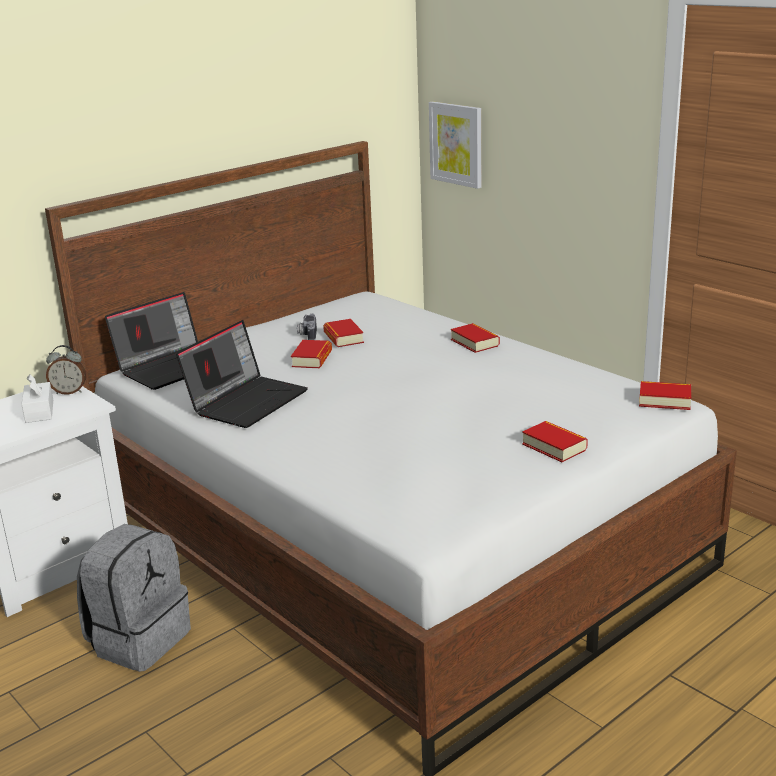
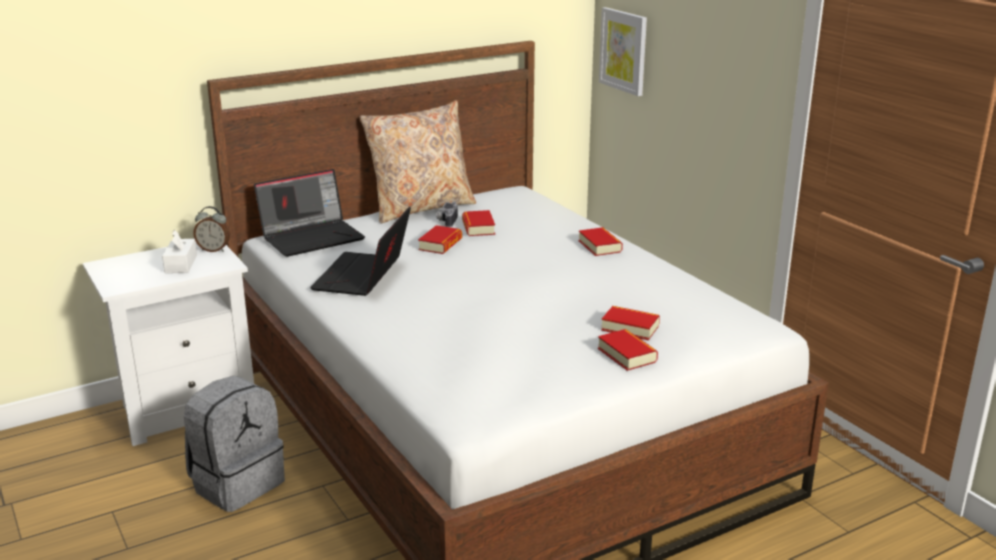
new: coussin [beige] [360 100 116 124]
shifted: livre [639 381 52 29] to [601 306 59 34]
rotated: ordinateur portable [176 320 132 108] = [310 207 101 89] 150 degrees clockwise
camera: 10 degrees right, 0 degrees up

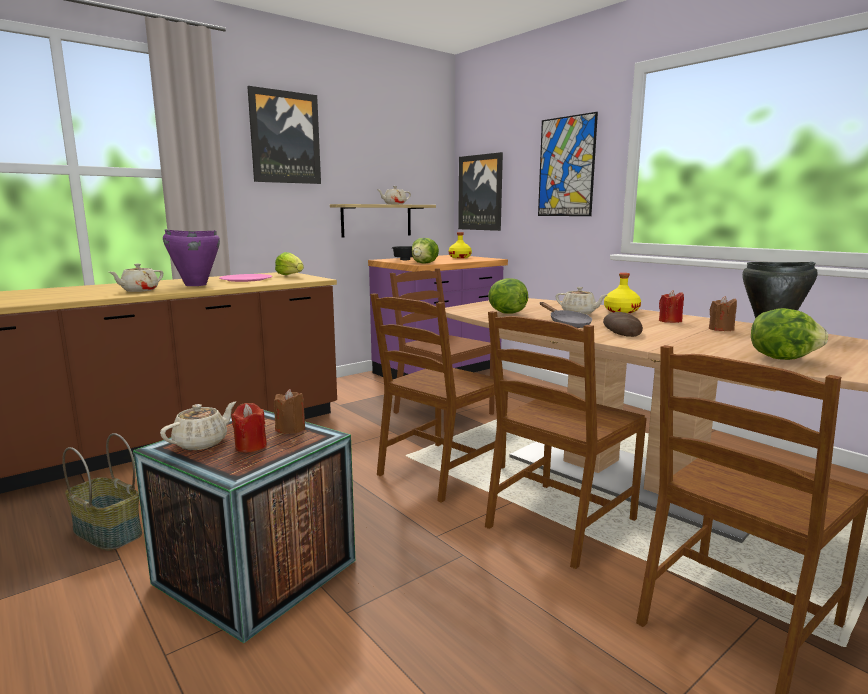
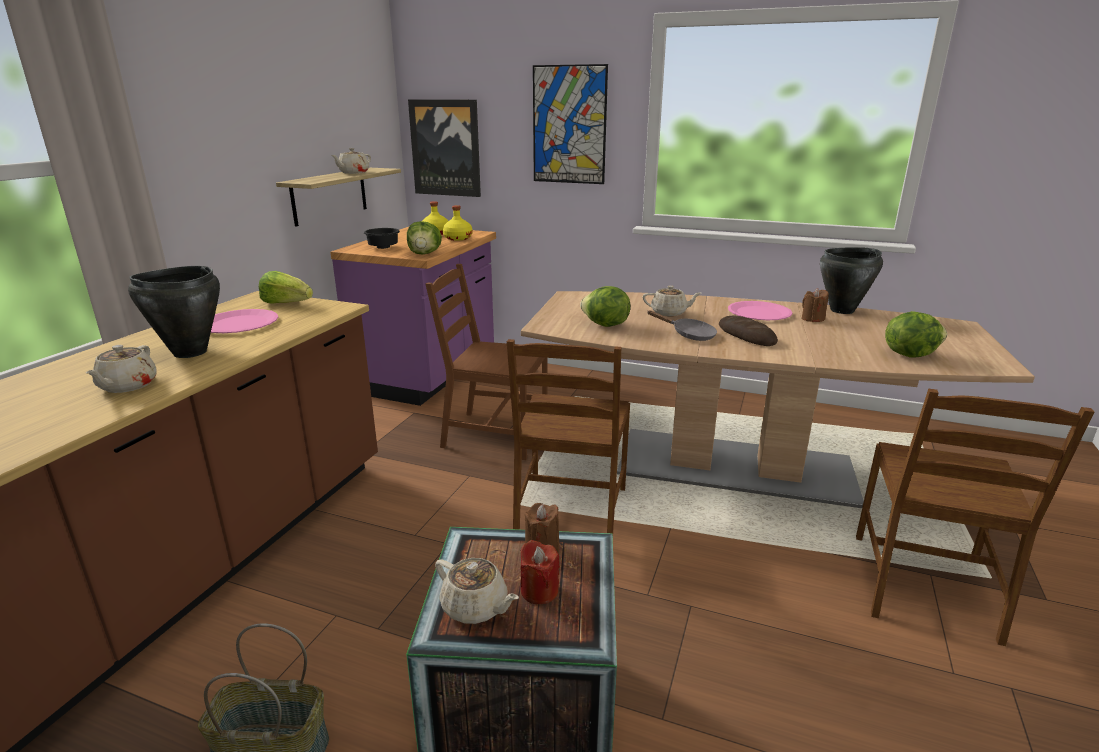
gone: tableau [247 86 74 98]; chaise [marron] [485 311 162 258]
shifted: bouteille [jaune] [604 273 37 40] to [443 205 30 36]
swapped: bougie [rouge] [659 290 25 33] to assiette [rose] [728 301 64 19]
repainted: marmite [violet] [163 229 57 57] to marmite [noir] [128 266 92 92]
rotated: théière [beige] [160 402 76 48] = [435 558 84 66] 120 degrees clockwise
camera: 30 degrees left, 10 degrees up

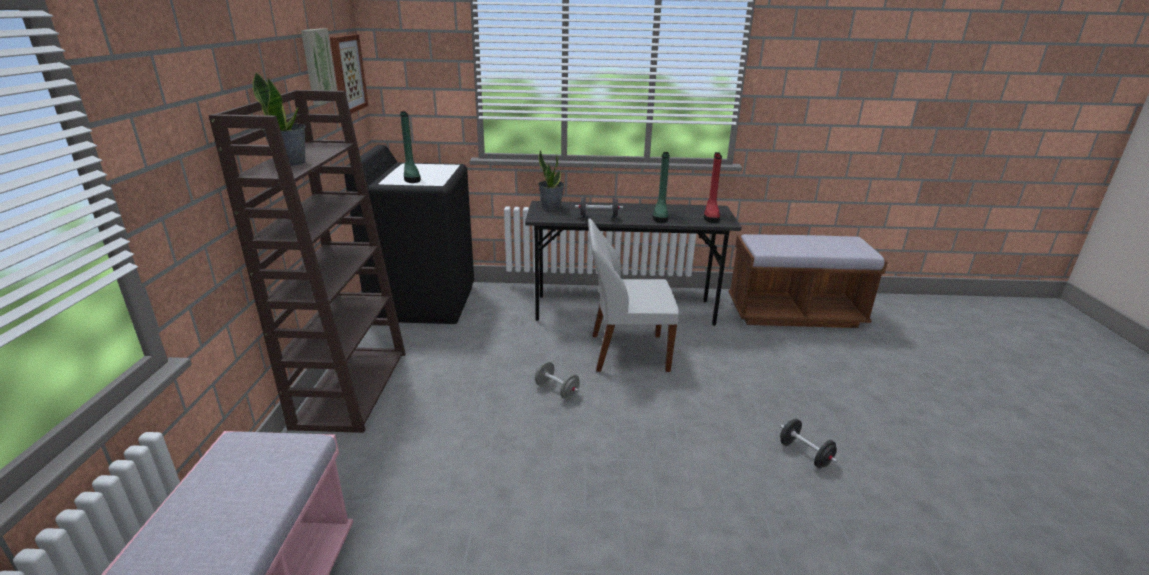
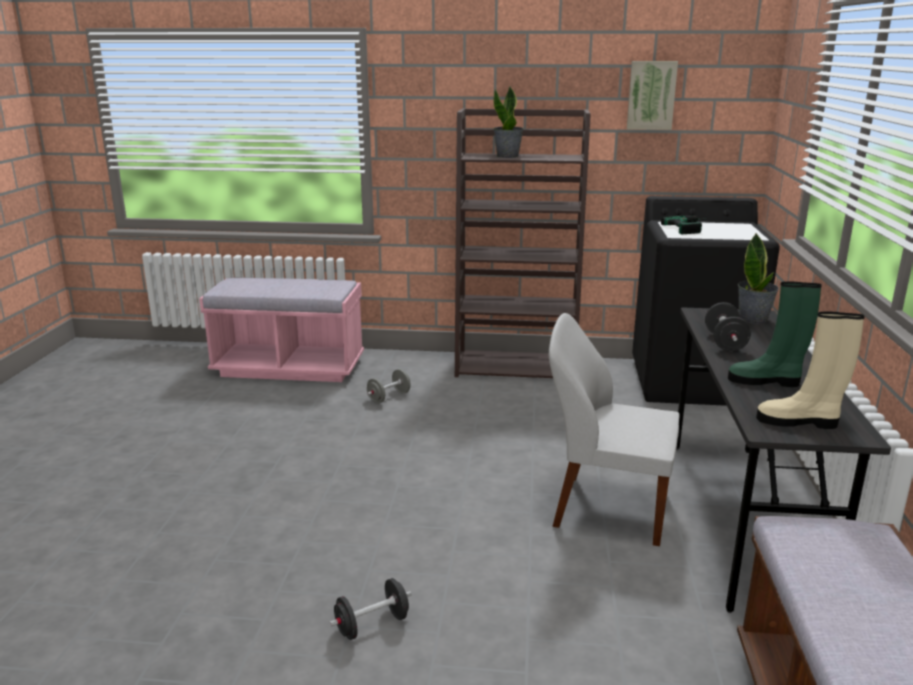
gone: tableau [330 34 38 80]
shifted: haltère [gris] [535 361 45 39] to [367 369 43 34]
swapped: botte [vert] [400 111 21 72] to perceuse [661 215 45 19]
repainted: botte [rouge] [704 152 18 71] to botte [beige] [756 312 109 117]
rotated: chaise [blanc] [588 218 91 154] = [549 313 131 233] 75 degrees counterclockwise
camera: 95 degrees right, 5 degrees down

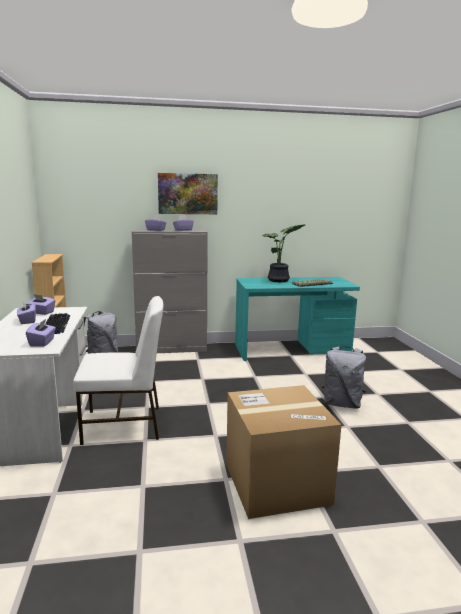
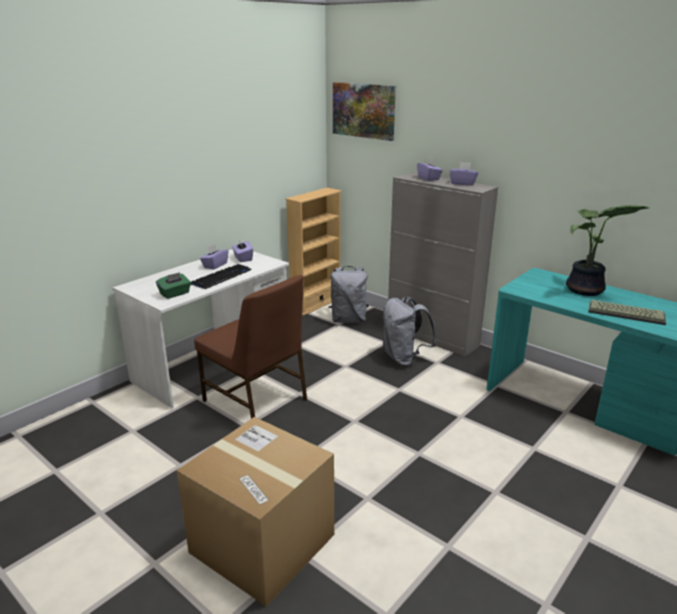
shifted: tableau [158 173 60 41] to [333 82 63 59]; sac à dos [gris] [322 346 44 63] to [383 297 54 69]
repainted: boîte à mouchoirs [violet] [26 318 30 28] to boîte à mouchoirs [vert] [156 272 35 27]; chaise [blanc] [73 296 90 149] to chaise [marron] [194 275 113 144]
camera: 50 degrees right, 10 degrees up

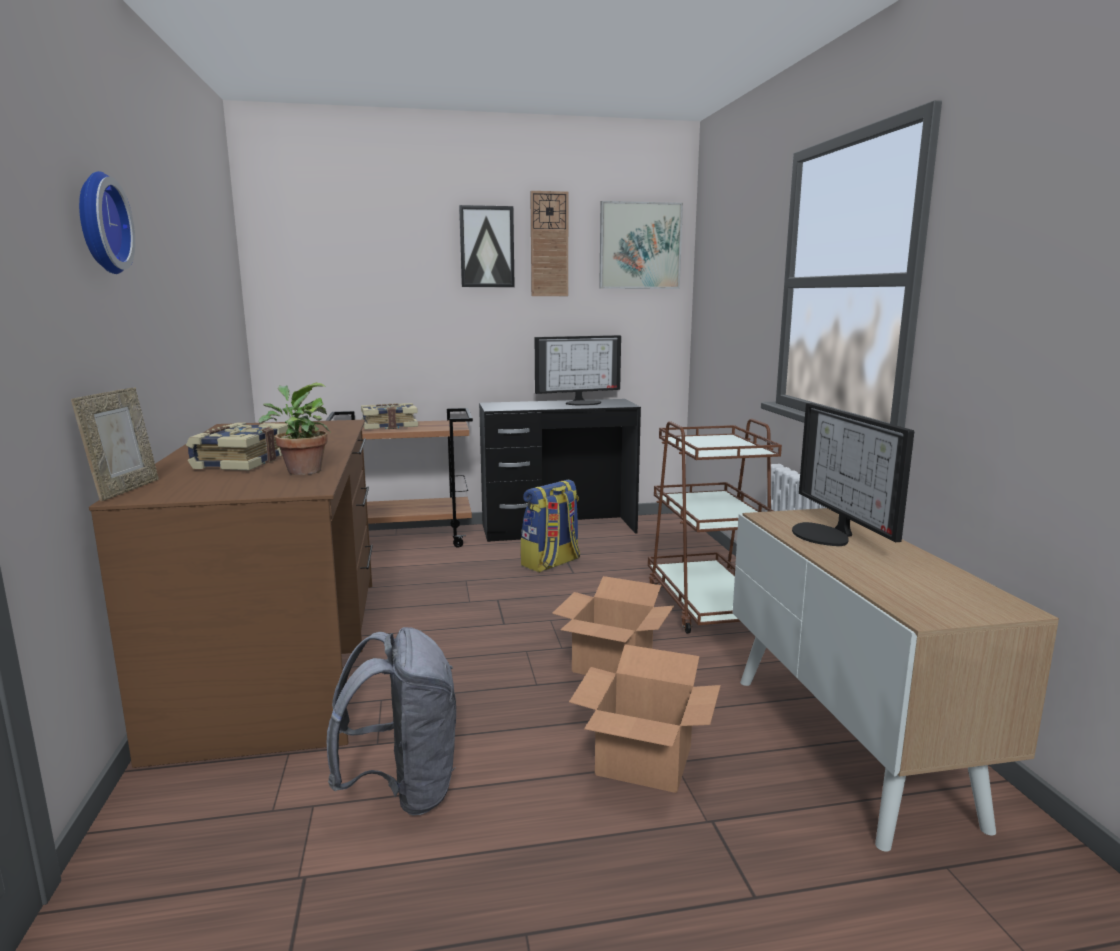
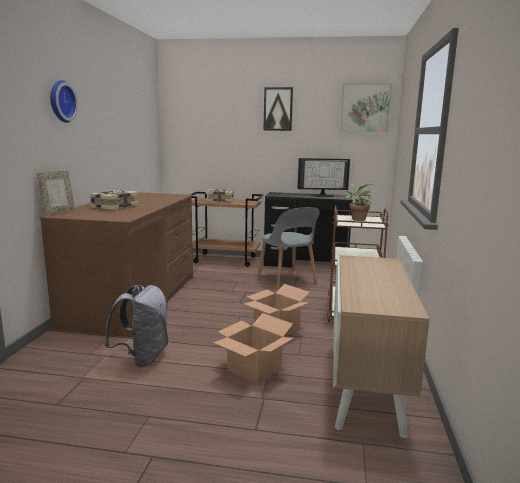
gone: horloge murale [530 191 38 105]; écran d'ordinateur [792 403 122 143]
shifted: plante en pot [259 382 72 93] to [346 183 27 38]
swapped: sac à dos [521 480 59 92] to chaise [gris] [258 207 61 82]
camera: 20 degrees right, 0 degrees up

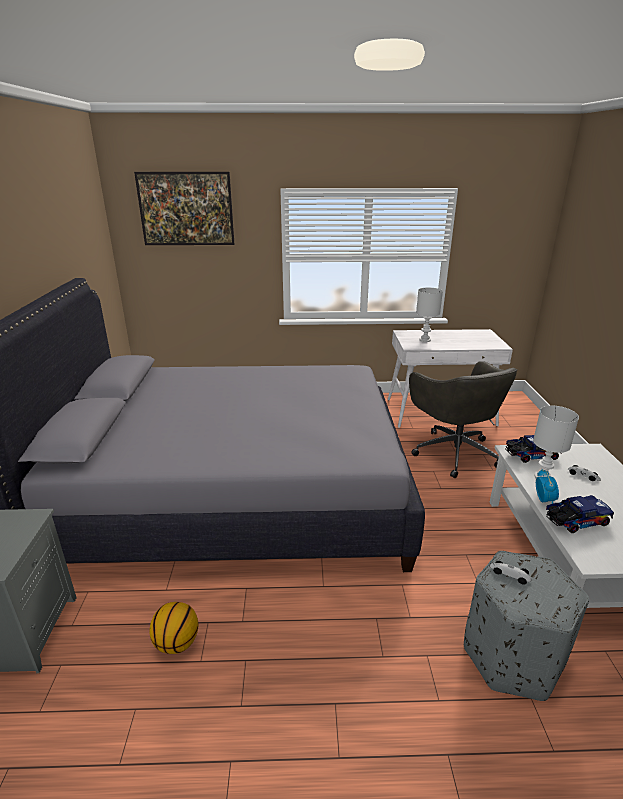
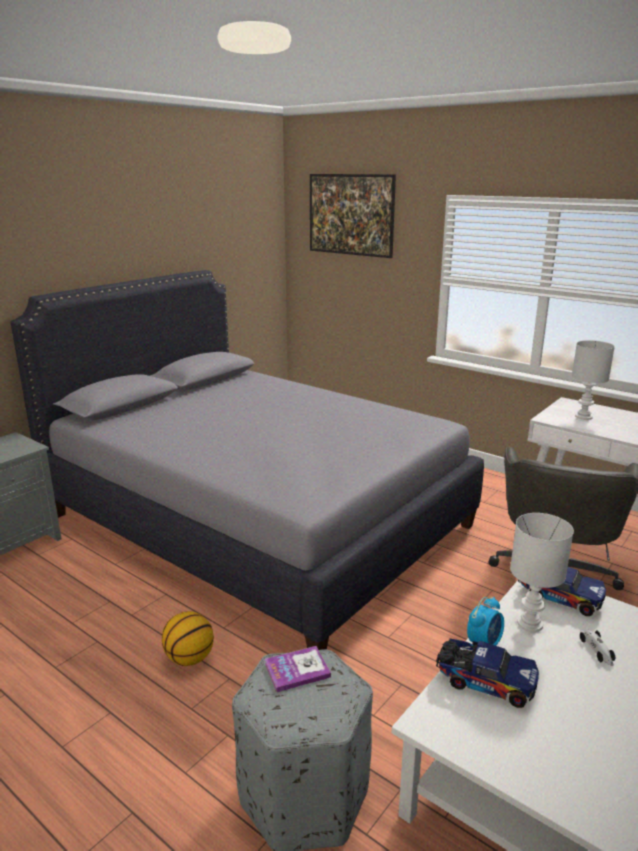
shifted: ballon de basket [149 602 49 52] to [162 611 52 55]
swapped: petite voiture [489 561 43 24] to livre [265 646 66 46]
camera: 40 degrees right, 5 degrees down

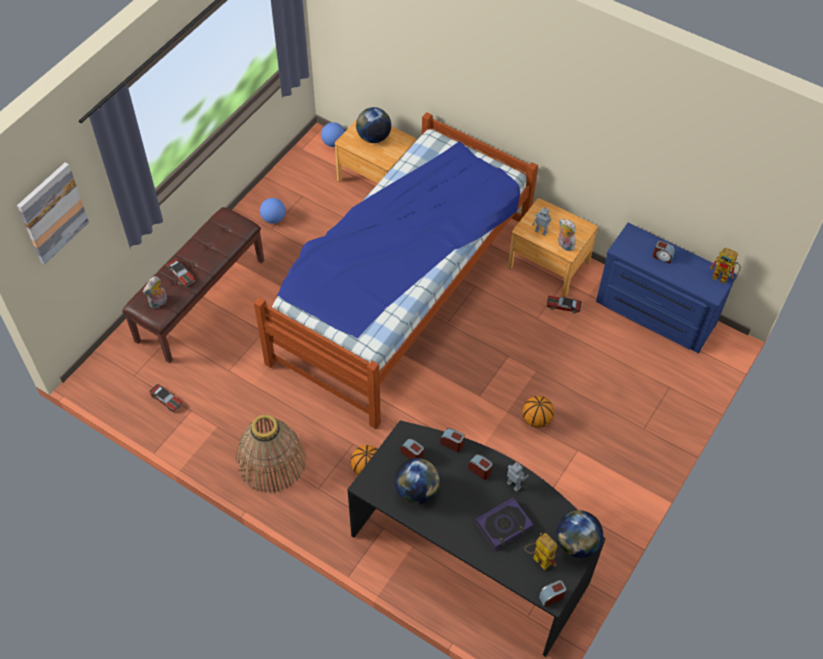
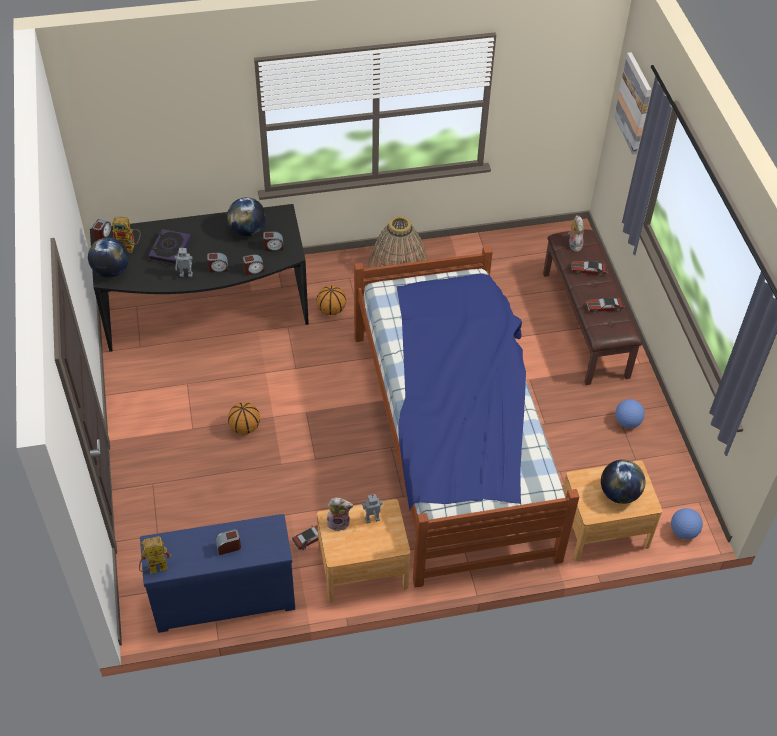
shifted: petite voiture [149 384 34 28] to [587 297 37 16]
camera: 135 degrees right, 5 degrees down

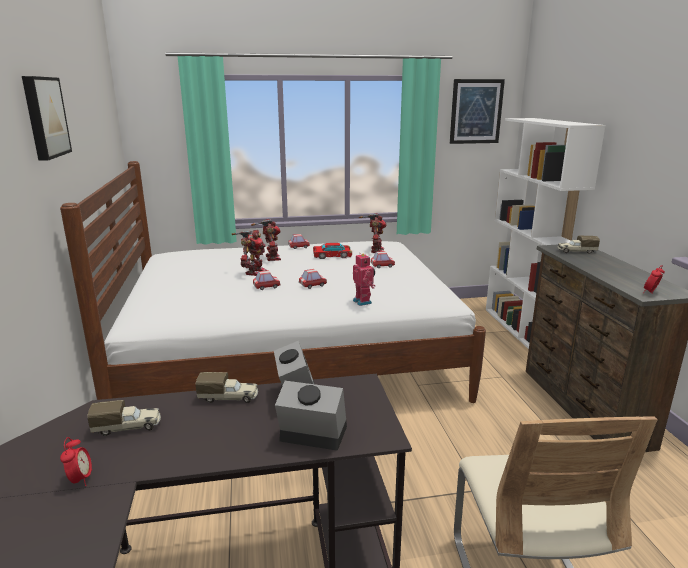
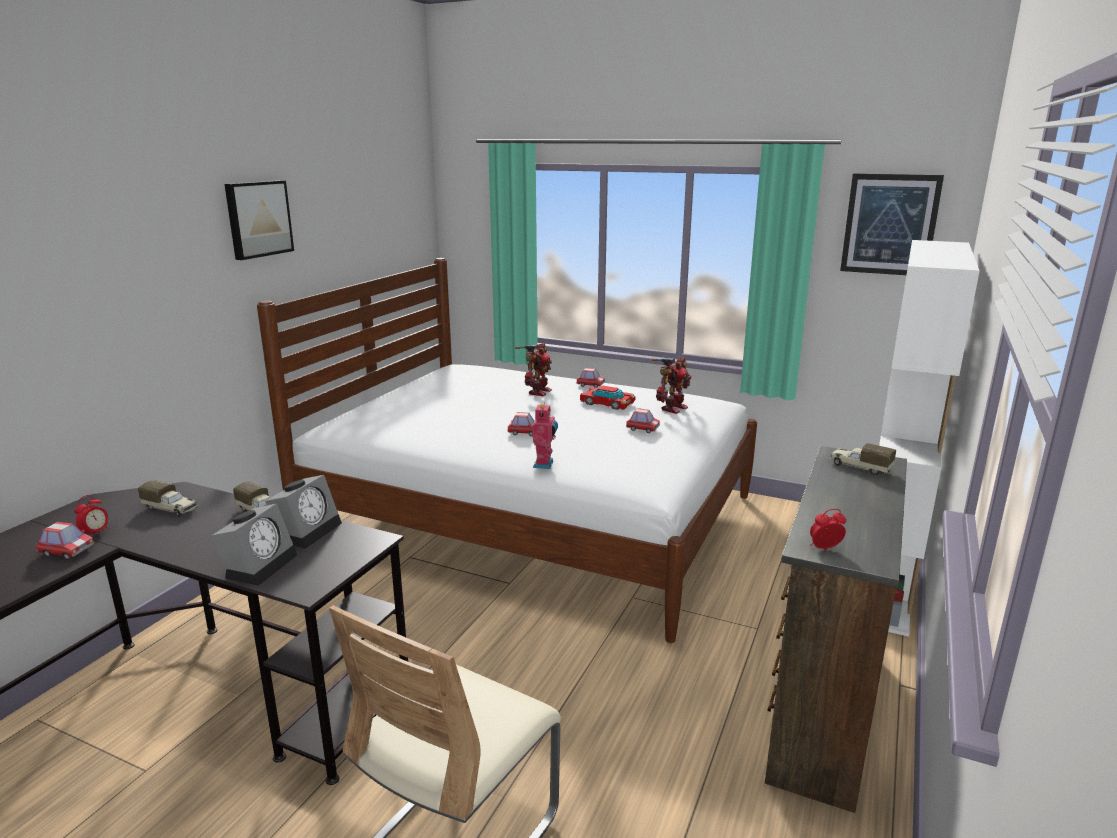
gone: robot jouet [232 230 34 46]
shifted: petite voiture [253 270 27 20] to [35 522 60 38]
rotated: réveil [275 381 72 70] = [212 503 85 83] 60 degrees clockwise
camera: 35 degrees right, 0 degrees up

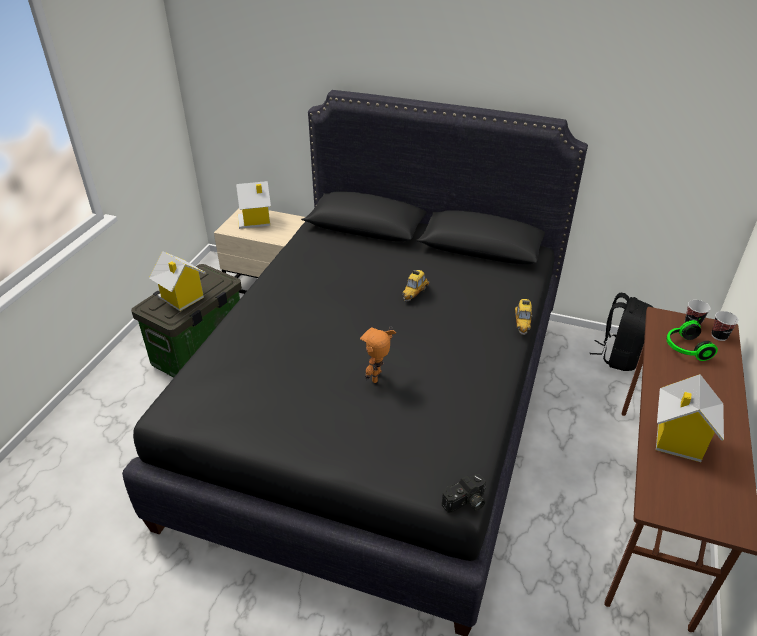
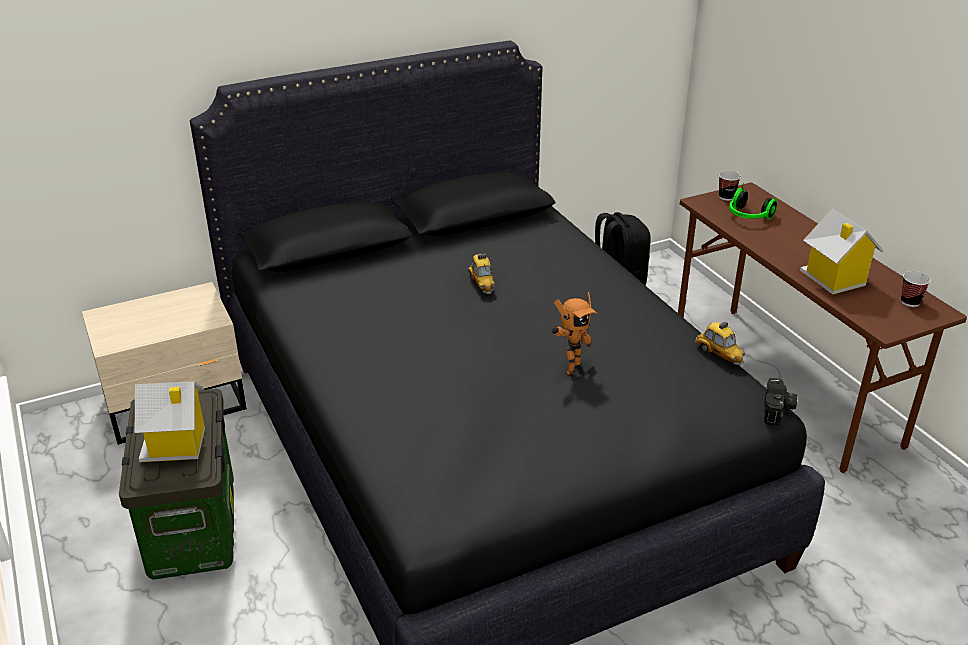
gone: maison miniature [236 181 35 48]
shifted: petite voiture [515 299 17 36] to [695 322 50 43]; tasse [712 311 27 30] to [901 271 30 36]
rotated: robot jouet [360 326 36 57] = [552 292 46 84] 120 degrees counterclockwise
camera: 45 degrees left, 5 degrees down

